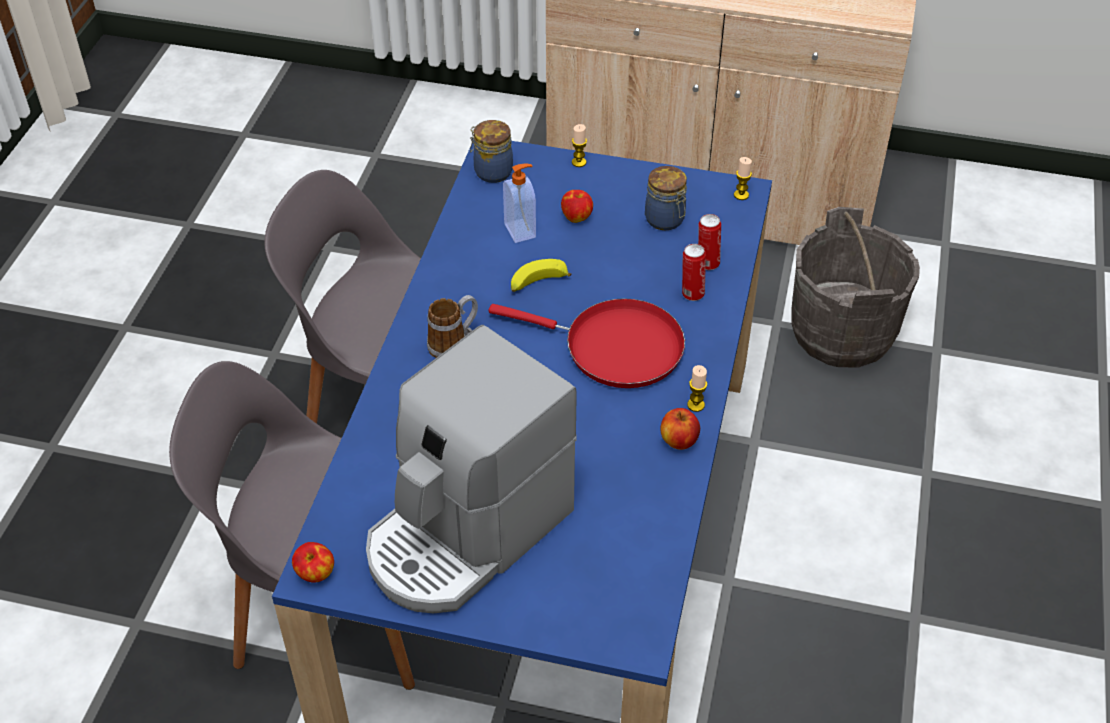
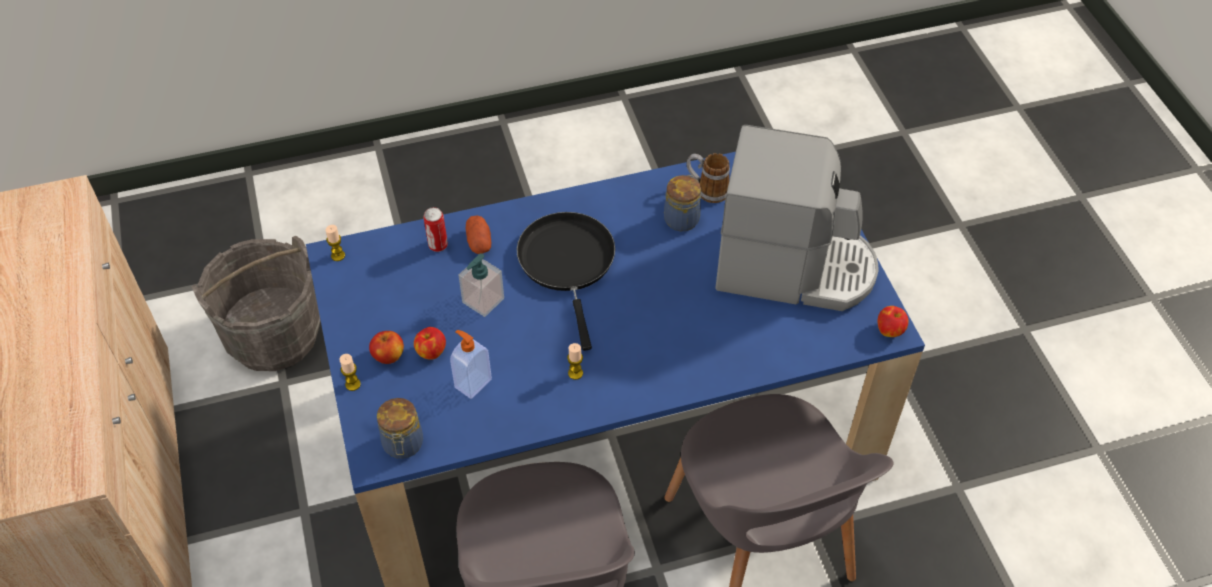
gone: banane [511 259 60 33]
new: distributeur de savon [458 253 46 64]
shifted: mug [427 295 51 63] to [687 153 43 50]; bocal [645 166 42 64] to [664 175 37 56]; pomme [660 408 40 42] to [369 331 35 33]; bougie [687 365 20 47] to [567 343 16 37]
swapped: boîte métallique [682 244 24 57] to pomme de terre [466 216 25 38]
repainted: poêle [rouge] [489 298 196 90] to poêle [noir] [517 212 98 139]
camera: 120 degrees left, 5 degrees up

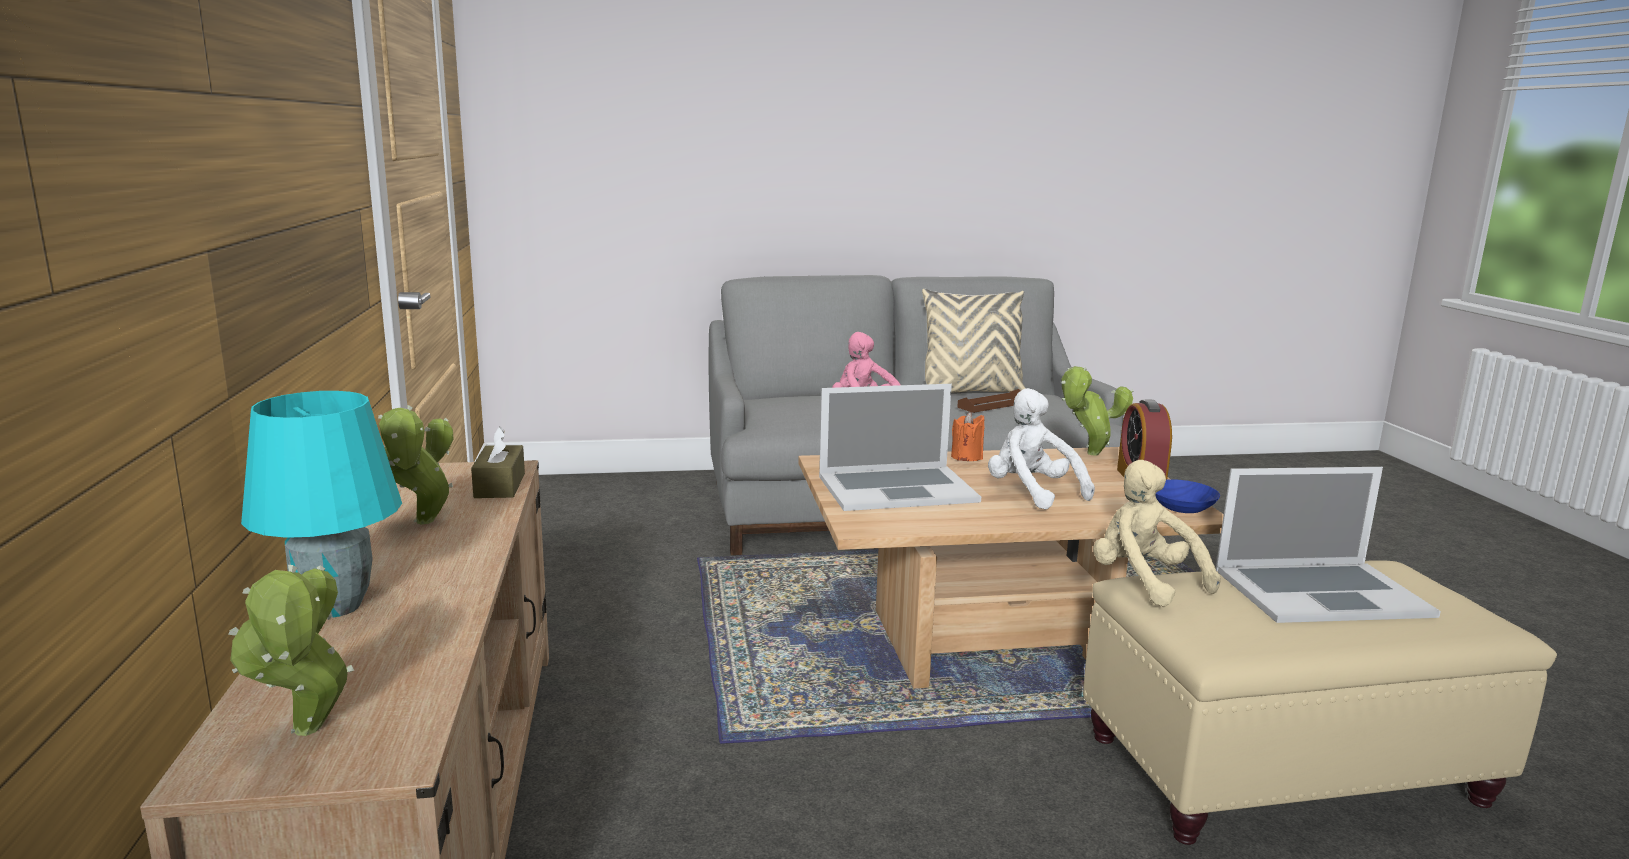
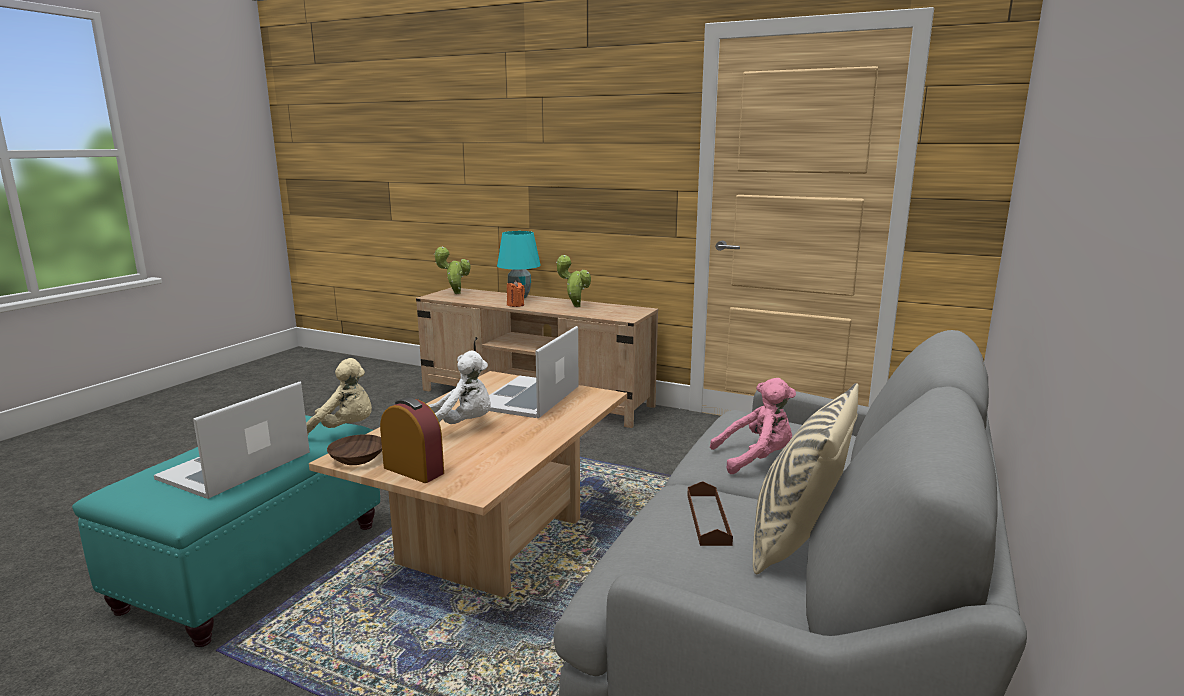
gone: boîte à mouchoirs [marron] [471 426 54 72]; plante en pot [1061 366 73 90]
shifted: bougie [orange] [951 412 34 49] to [507 281 18 26]
repainted: pouf [beige] [1083 560 474 285] to pouf [turquoise] [72 415 308 232]; bol [bleu] [1156 479 64 34] to bol [marron] [327 434 55 31]
camera: 125 degrees right, 0 degrees up

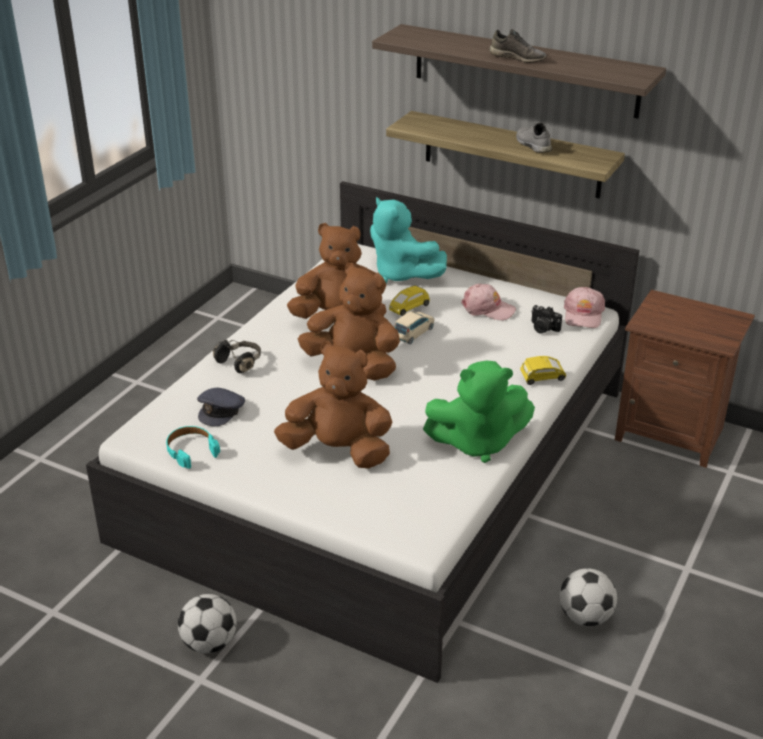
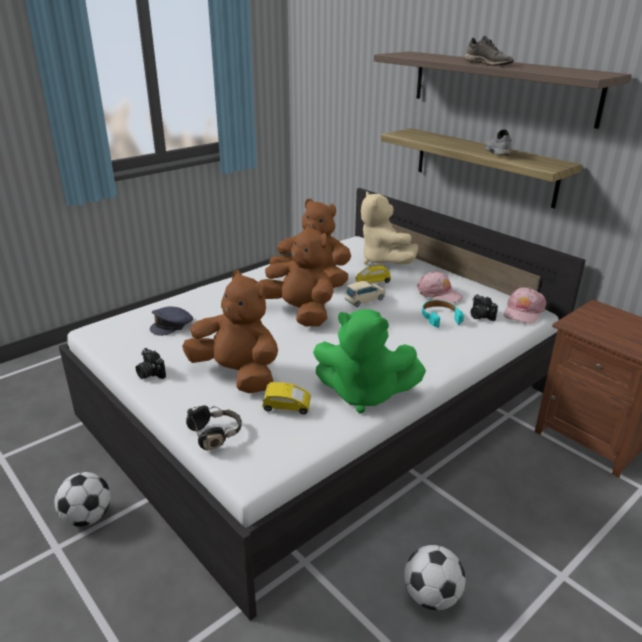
new: appareil photo [136 348 30 31]
shifted: casque audio [turquoise] [166 426 54 43] to [422 300 42 28]; casque audio [noir] [213 340 48 33] to [186 405 56 46]; petite voiture [jaune] [520 356 46 29] to [262 382 49 32]
repainted: peluche [turquoise] [370 197 77 87] to peluche [beige] [361 191 57 74]
camera: 20 degrees right, 5 degrees down

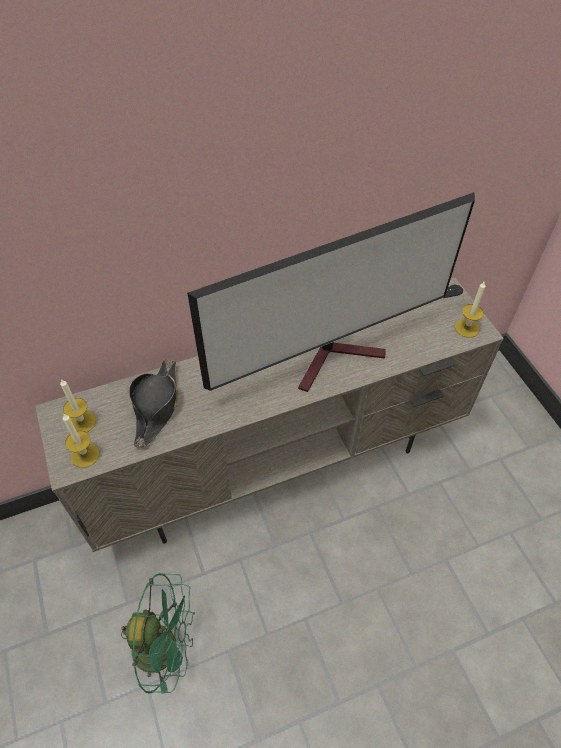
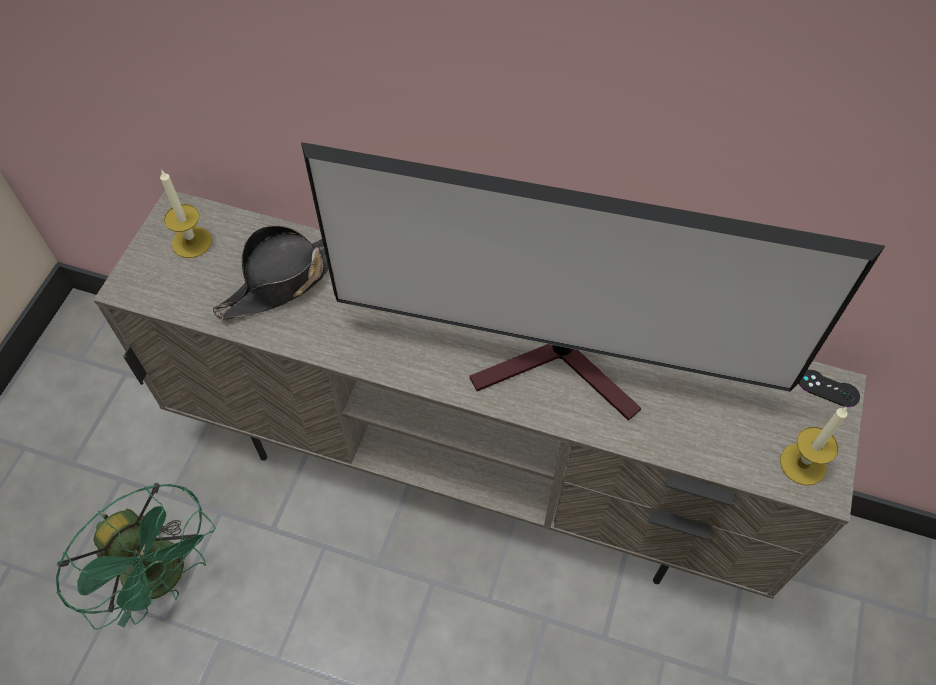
gone: bougie [63 413 36 55]
camera: 40 degrees right, 5 degrees up

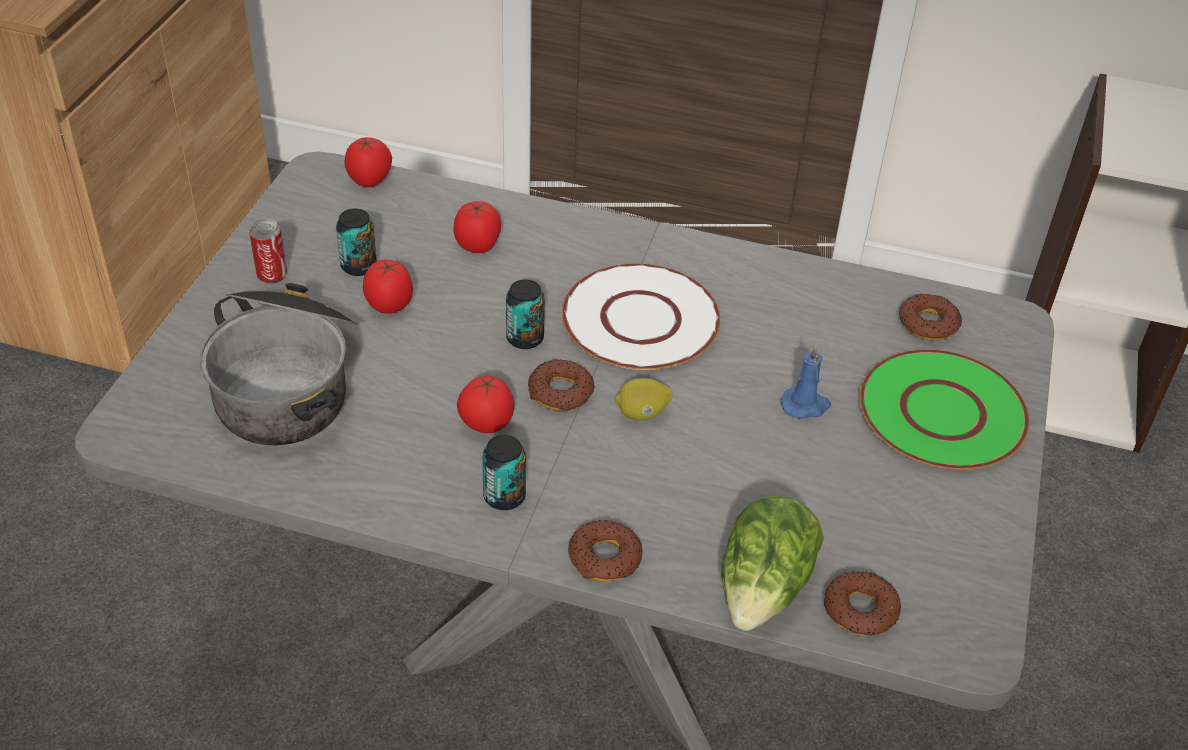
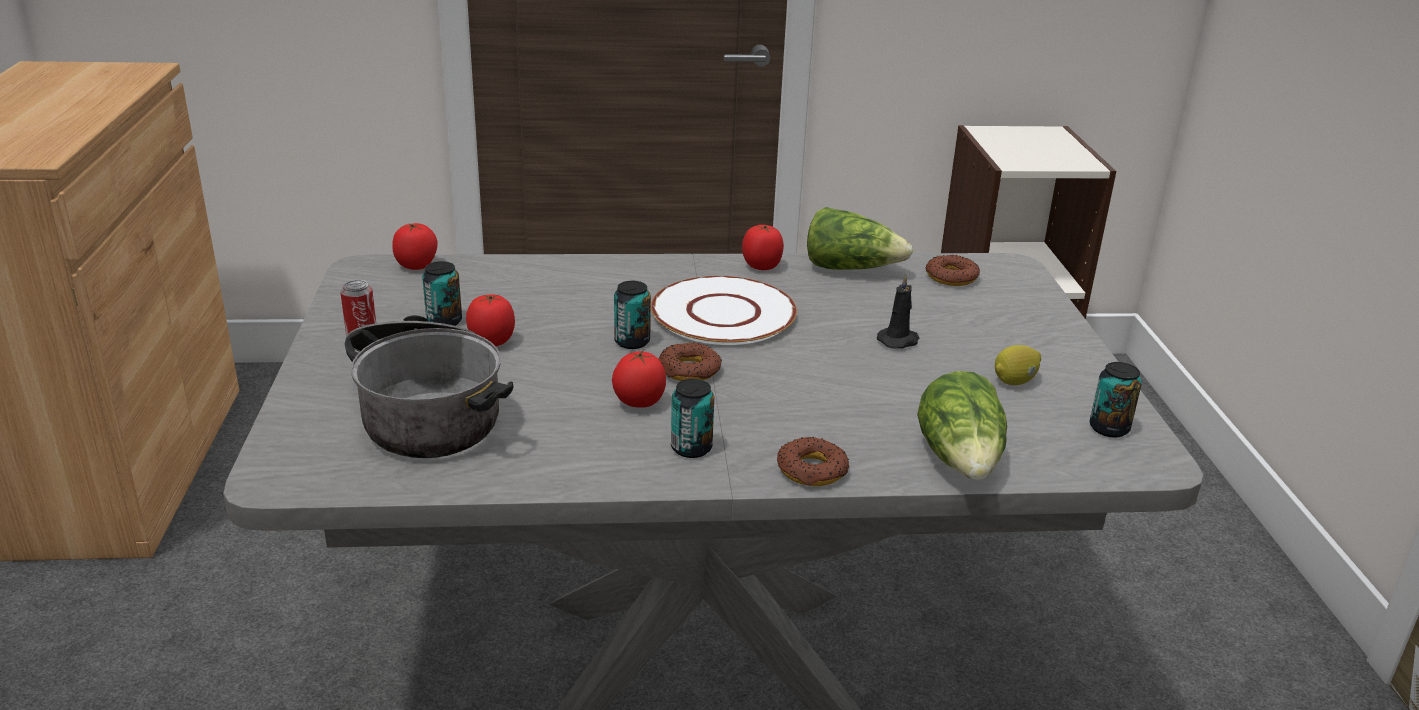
gone: beignet [824 571 77 65]; assiette [vert] [859 349 170 121]
new: laitue [807 207 106 63]; boîte métallique [1090 362 52 76]
shifted: tomate [454 201 47 52] to [742 224 42 46]; citron [615 378 57 43] to [995 345 46 40]
repainted: bougie [bleu] [780 345 51 74] to bougie [noir] [877 273 42 76]
camera: 20 degrees left, 15 degrees down

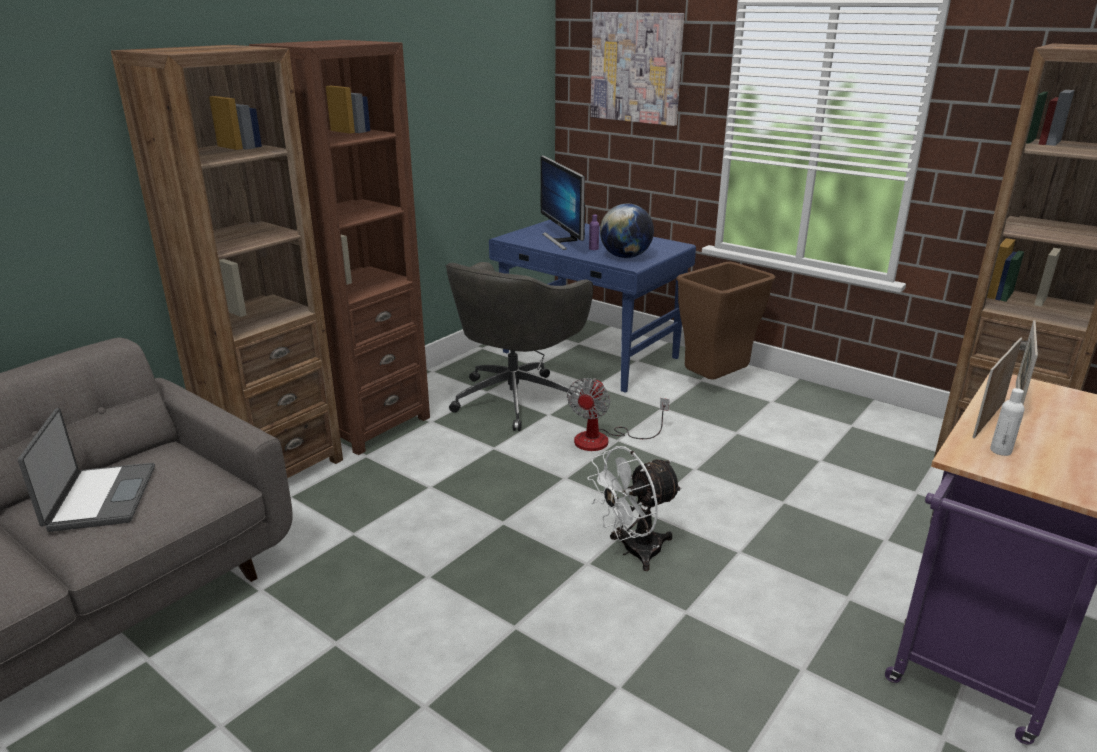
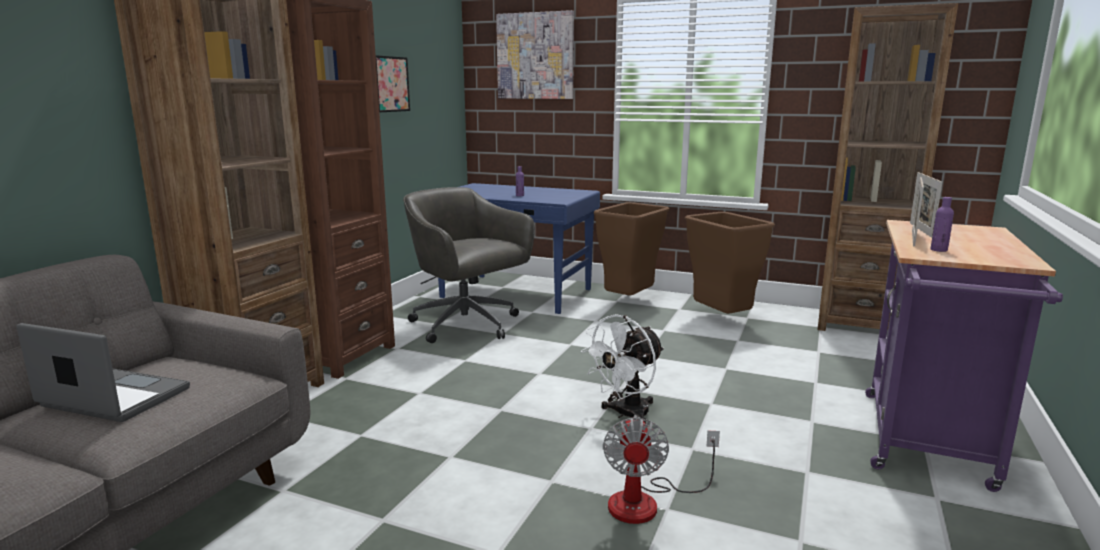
gone: écran d'ordinateur [540 155 45 95]; globe [600 204 54 54]
new: tableau [376 55 34 57]; poubelle [marron] [685 212 90 102]
shifted: ventilateur [567 378 102 73] to [603 415 117 109]
repainted: bouteille [blanc] [990 388 35 68] to bouteille [violet] [930 197 24 55]
rotated: ordinateur portable [18 408 137 124] = [17 323 173 99] 45 degrees counterclockwise; chaise de bureau [gris] [445 262 148 169] = [403 187 132 156] 120 degrees clockwise
camera: 15 degrees left, 10 degrees down

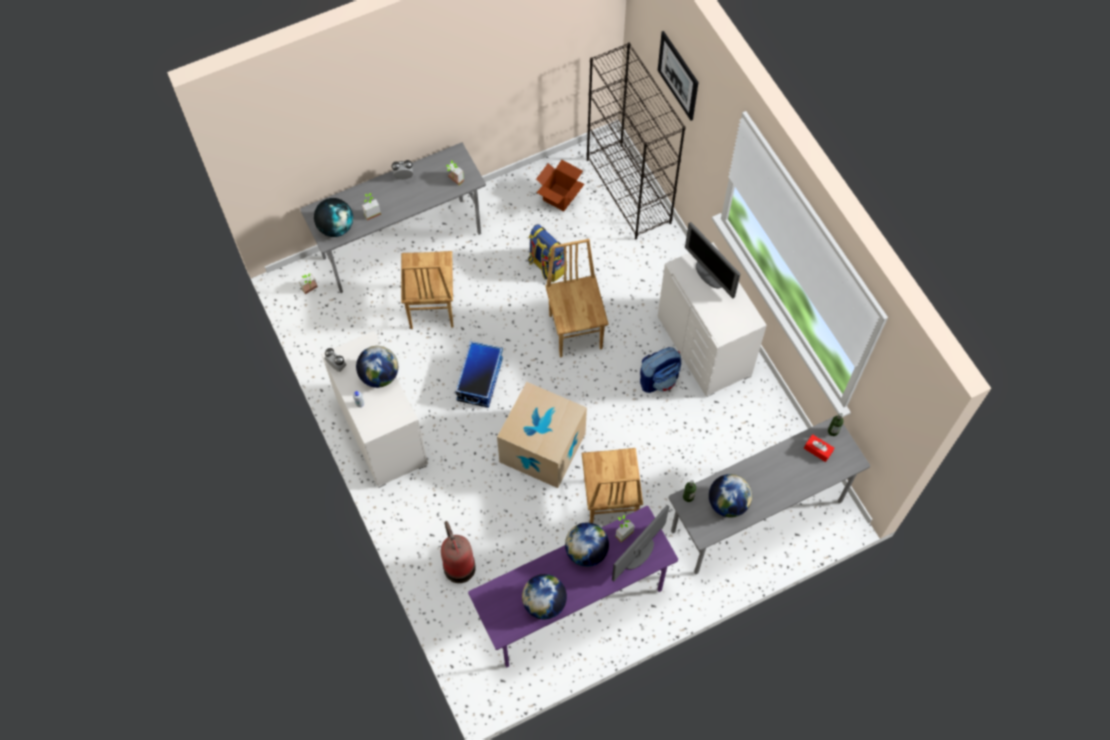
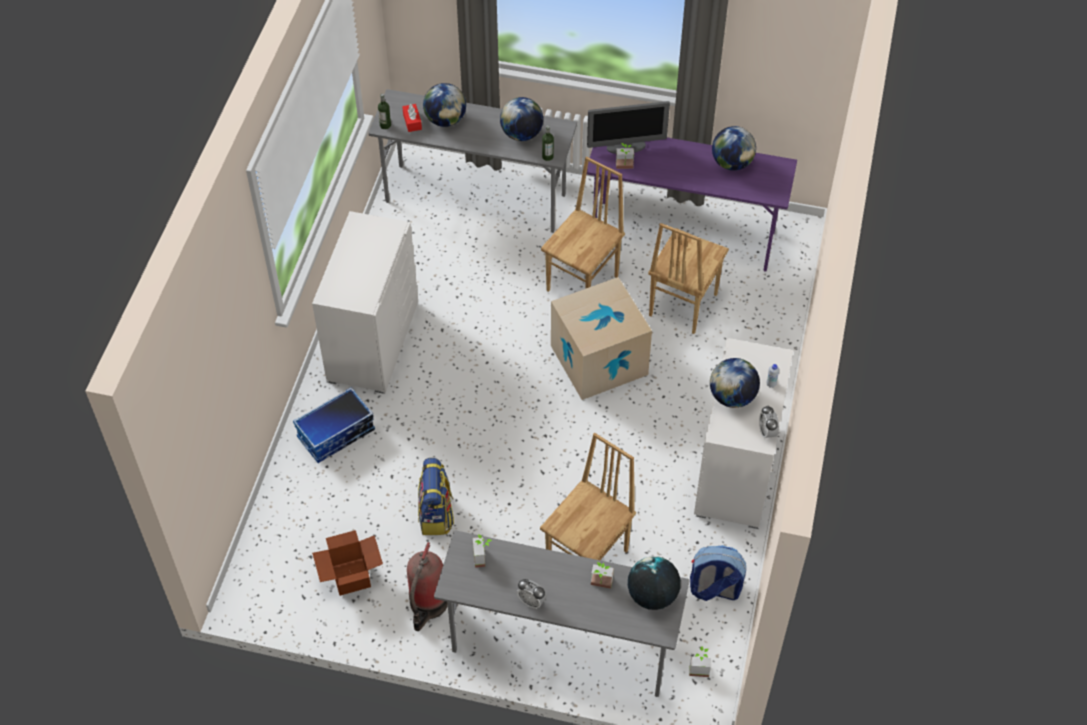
gone: bibliothèque [noir] [586 42 100 197]; tableau [658 31 41 89]; écran d'ordinateur [685 222 56 76]
shifted: extincteur [441 521 35 62] to [407 542 41 89]; boîte de rangement [455 341 48 67] to [293 387 82 76]; chaise [marron] [545 239 64 118] to [648 223 81 111]; globe [565 522 44 45] to [423 83 43 44]; sac à dos [640 347 41 46] to [690 545 56 56]
camera: 140 degrees left, 10 degrees down

